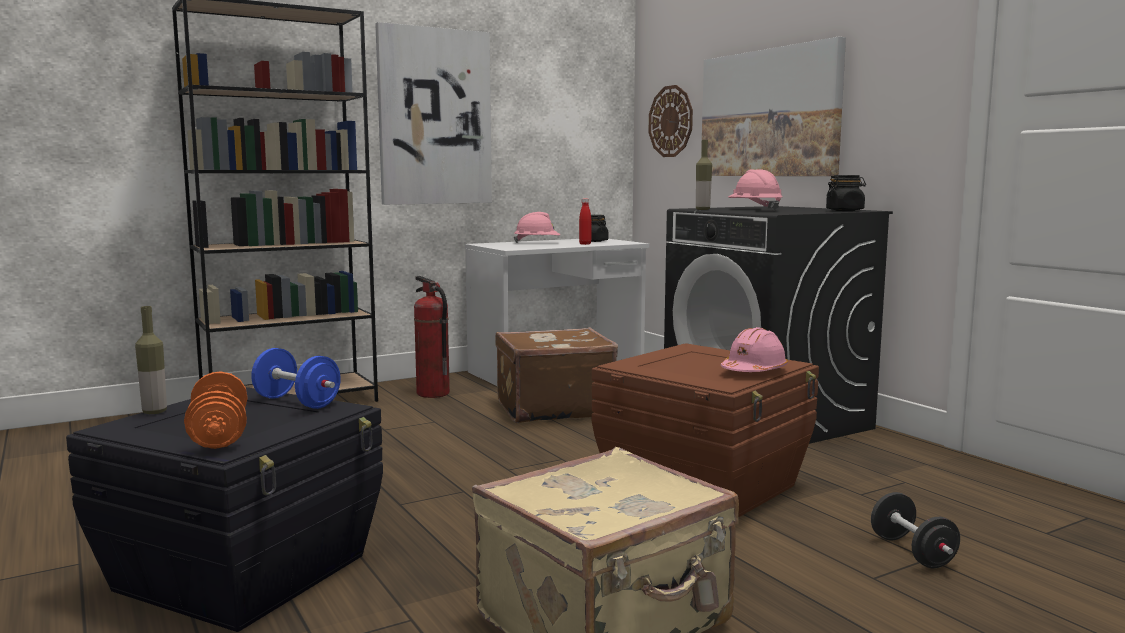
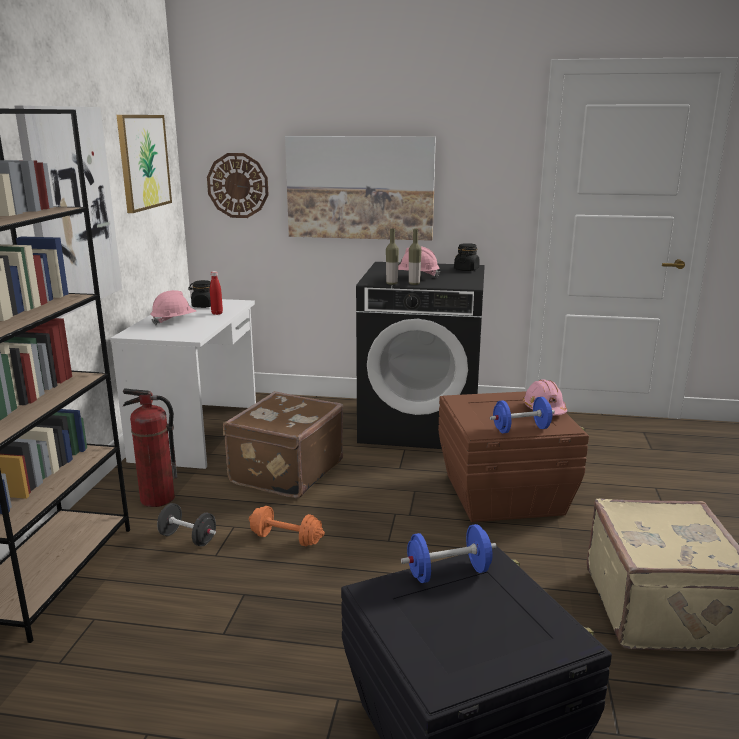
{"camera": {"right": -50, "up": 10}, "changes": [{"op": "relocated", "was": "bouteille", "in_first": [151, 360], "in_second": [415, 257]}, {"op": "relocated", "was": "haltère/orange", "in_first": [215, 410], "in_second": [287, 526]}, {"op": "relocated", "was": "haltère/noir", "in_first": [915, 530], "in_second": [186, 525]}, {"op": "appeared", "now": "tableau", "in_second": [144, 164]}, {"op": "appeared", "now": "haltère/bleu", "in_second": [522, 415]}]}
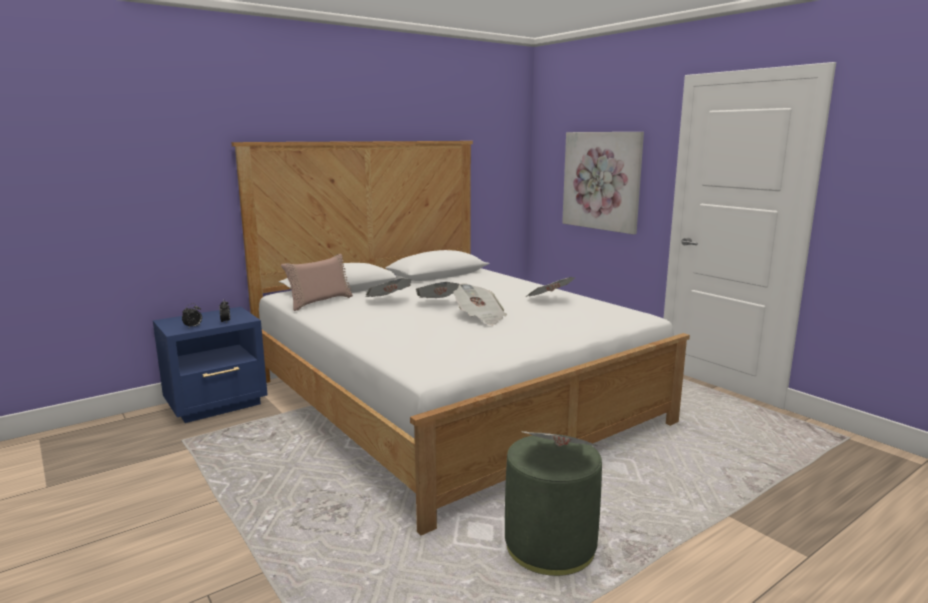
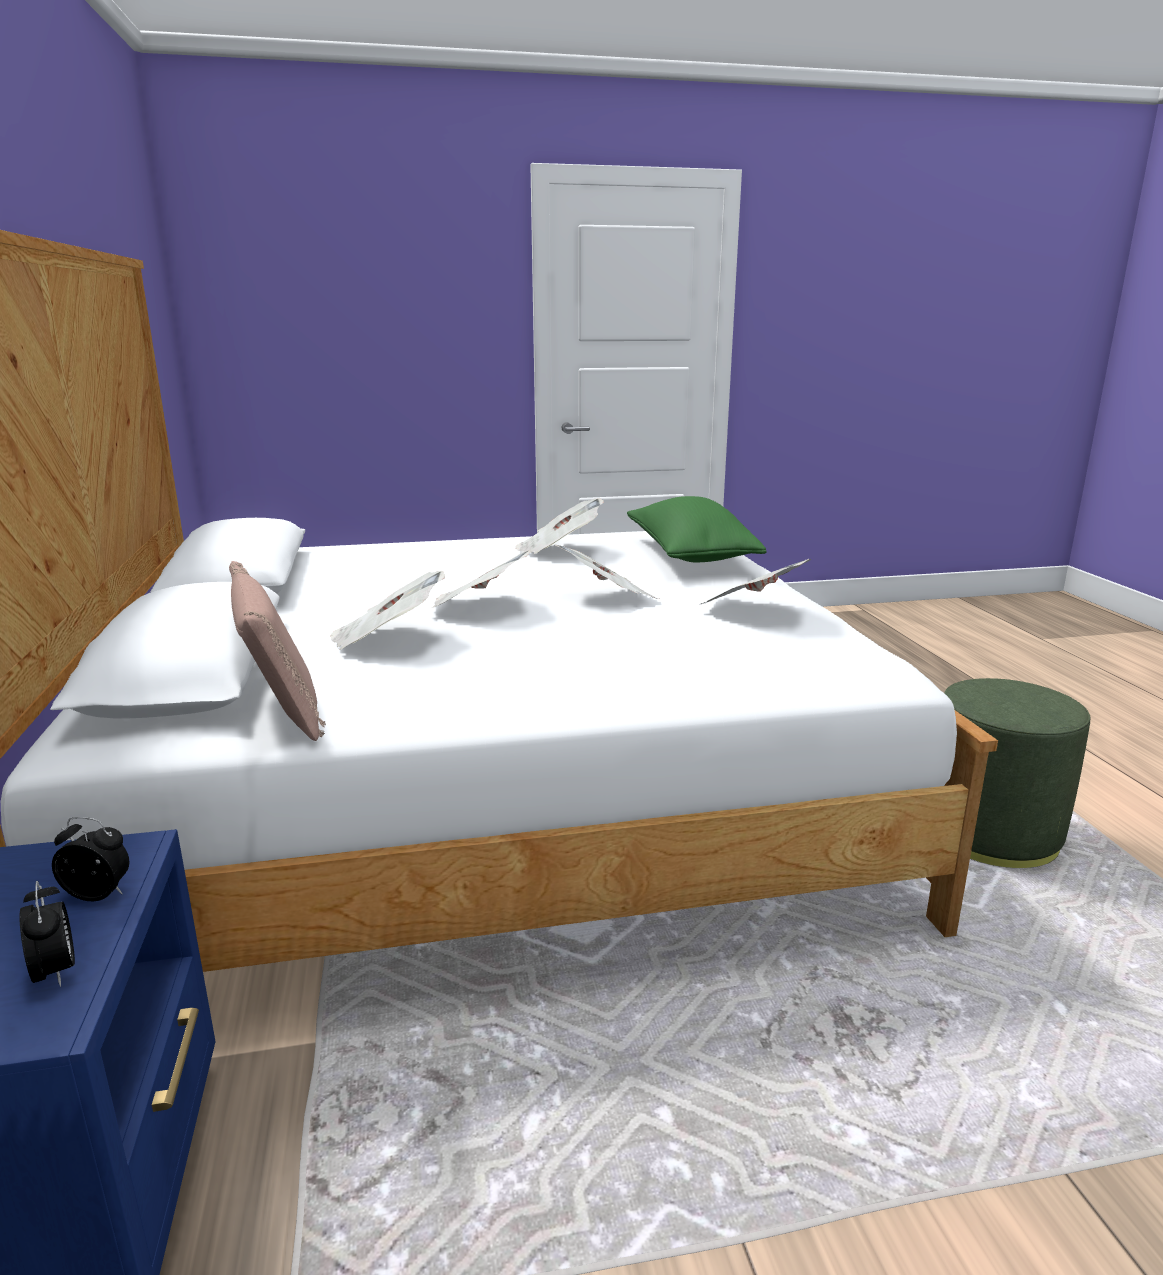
{"camera": {"right": -65, "up": 5}, "changes": [{"op": "missing", "was": "tableau", "in_first": [603, 183]}, {"op": "relocated", "was": "journal", "in_first": [559, 438], "in_second": [756, 581]}, {"op": "appeared", "now": "coussin/vert", "in_second": [697, 529]}]}
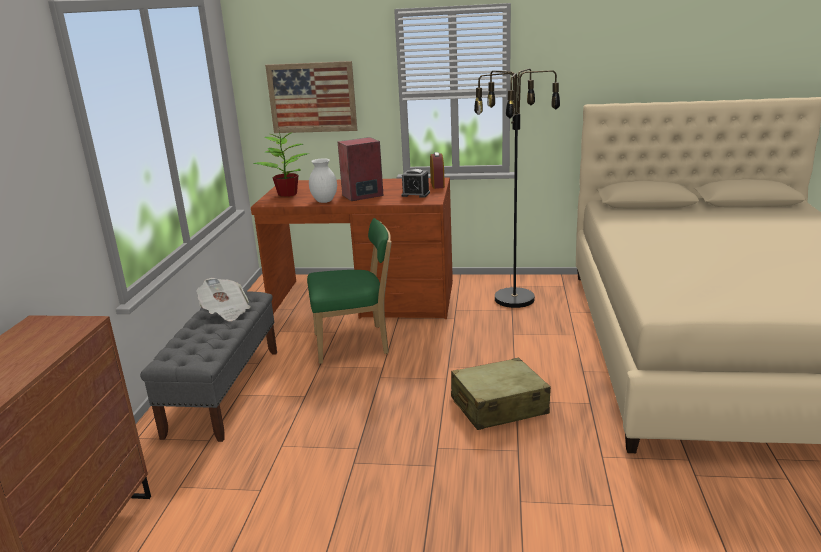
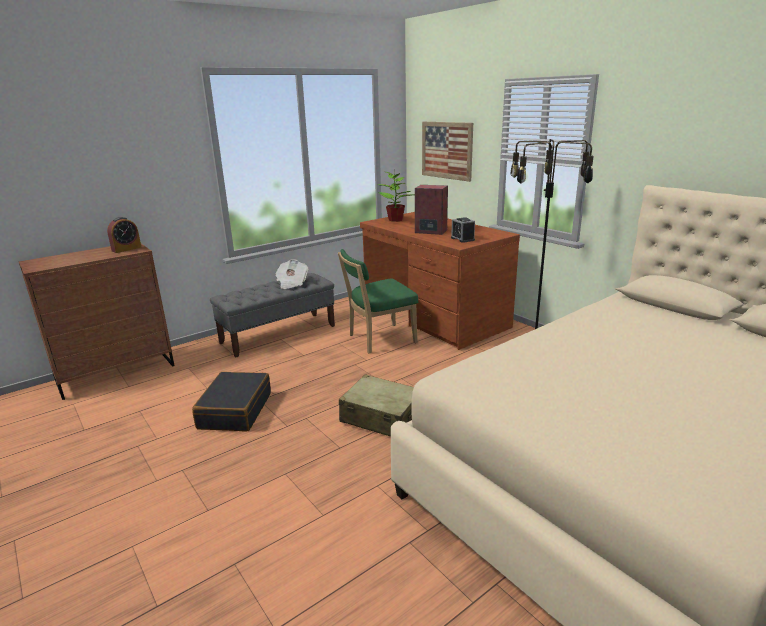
{"camera": {"right": 45, "up": 0}, "changes": [{"op": "relocated", "was": "réveil", "in_first": [437, 170], "in_second": [124, 235]}, {"op": "missing", "was": "vase/blanc", "in_first": [323, 180]}, {"op": "spun", "was": "chaise/vert", "in_first": [349, 291], "in_second": [378, 301], "clockwise": 120}, {"op": "appeared", "now": "valise/noir", "in_second": [231, 401]}]}
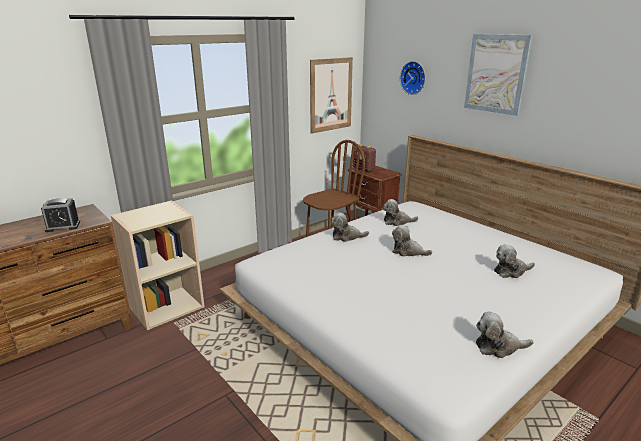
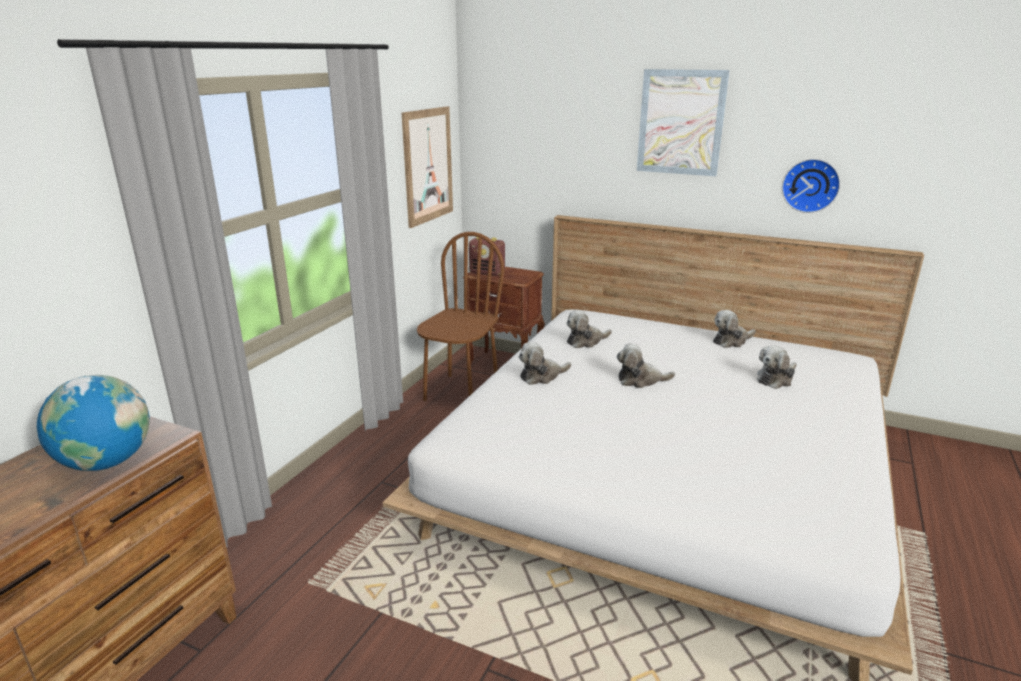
{"camera": {"right": -25, "up": 0}, "changes": [{"op": "relocated", "was": "horloge murale", "in_first": [413, 78], "in_second": [811, 186]}, {"op": "exchanged", "was": "réveil", "now": "globe", "in_first": [60, 215], "in_second": [93, 423]}, {"op": "missing", "was": "bibliothèque/beige", "in_first": [158, 265]}, {"op": "relocated", "was": "peluche", "in_first": [504, 335], "in_second": [734, 329]}]}
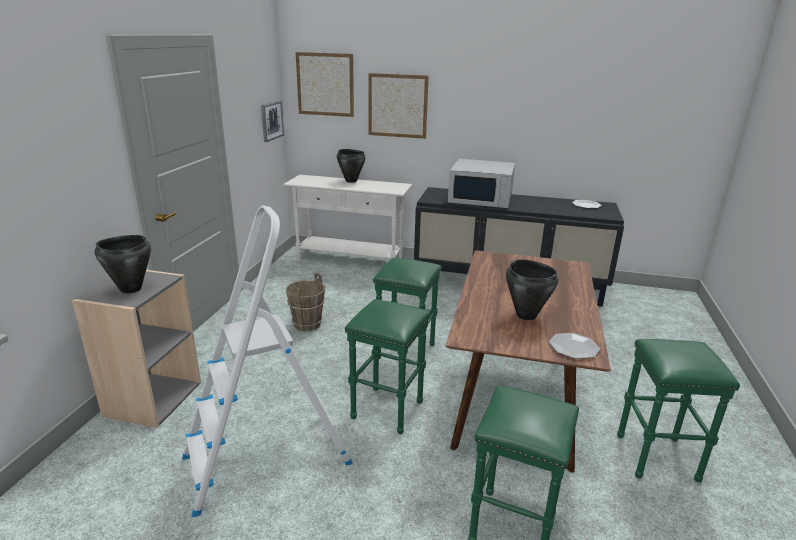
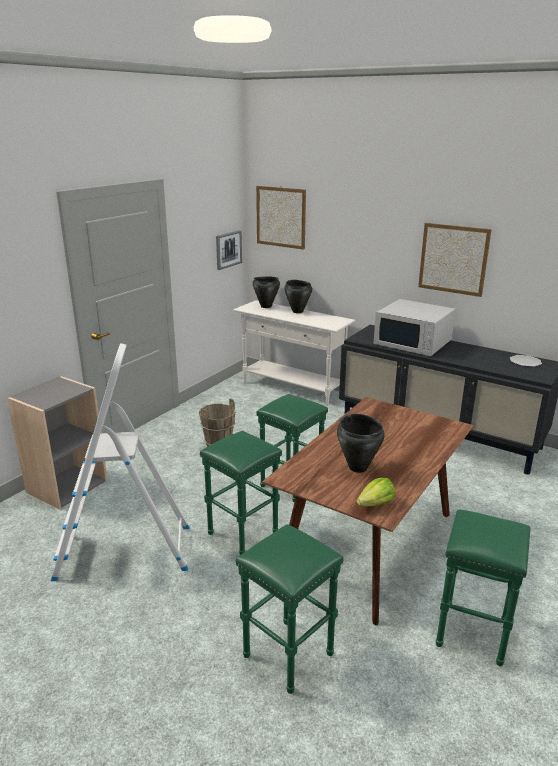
{"camera": {"right": 20, "up": 0}, "changes": [{"op": "relocated", "was": "tableau", "in_first": [399, 106], "in_second": [455, 260]}, {"op": "relocated", "was": "marmite/noir", "in_first": [122, 264], "in_second": [266, 292]}, {"op": "exchanged", "was": "assiette", "now": "laitue", "in_first": [574, 346], "in_second": [375, 492]}]}
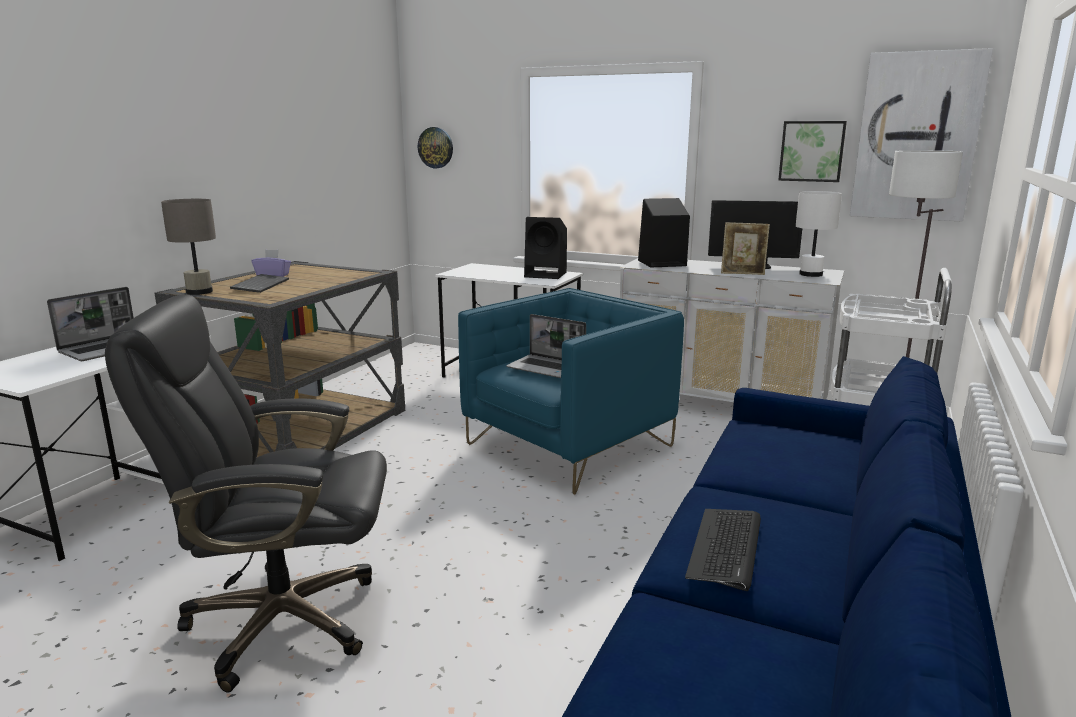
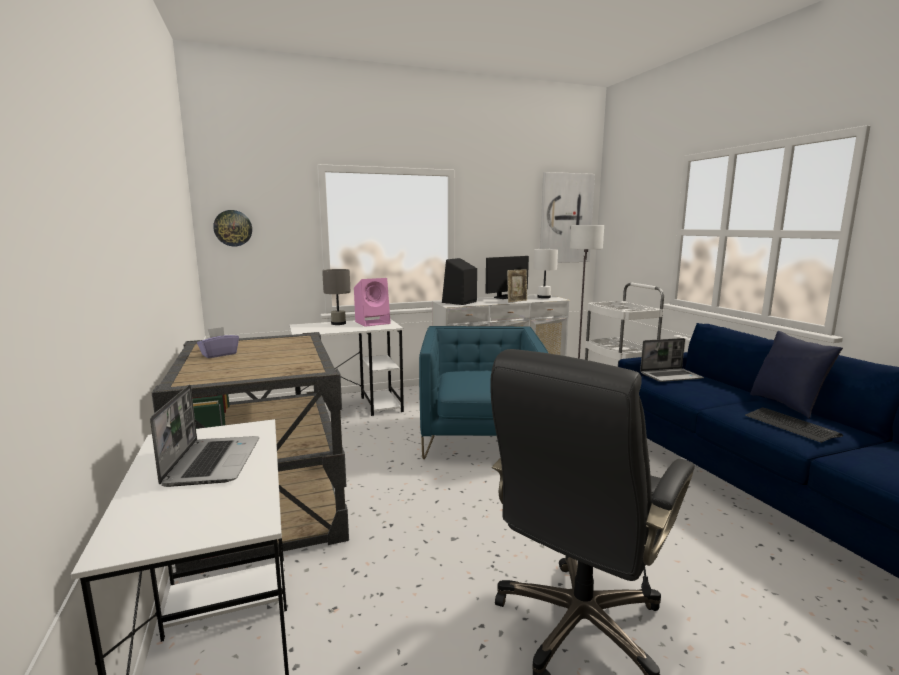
{"camera": {"right": -45, "up": -5}, "changes": [{"op": "missing", "was": "tableau", "in_first": [812, 151]}, {"op": "relocated", "was": "lampe de table/gris", "in_first": [188, 247], "in_second": [336, 297]}, {"op": "colour", "was": "enceinte/noir", "now": "enceinte/rose", "in_first": [545, 248], "in_second": [372, 302]}, {"op": "missing", "was": "clavier", "in_first": [259, 283]}, {"op": "relocated", "was": "ordinateur portable", "in_first": [546, 346], "in_second": [672, 360]}, {"op": "appeared", "now": "coussin/bleu", "in_second": [796, 375]}]}
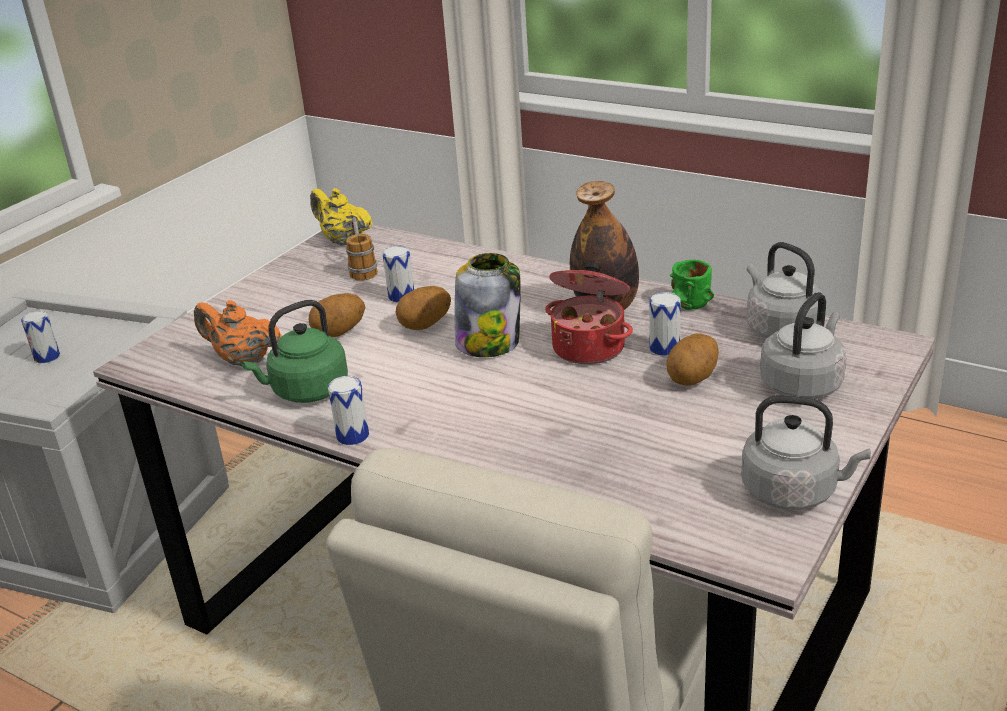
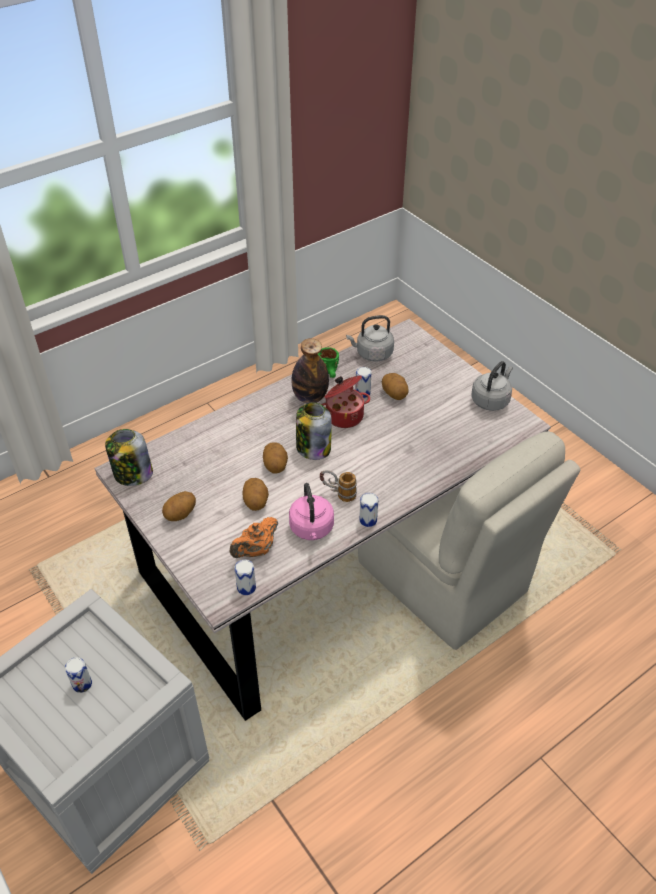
{"camera": {"right": -70, "up": 15}, "changes": [{"op": "exchanged", "was": "théière/jaune", "now": "bocal", "in_first": [341, 217], "in_second": [129, 457]}, {"op": "relocated", "was": "mug", "in_first": [362, 249], "in_second": [338, 486]}, {"op": "relocated", "was": "boîte métallique", "in_first": [398, 274], "in_second": [245, 577]}, {"op": "missing", "was": "bouilloire/gris", "in_first": [803, 345]}, {"op": "colour", "was": "bouilloire/vert", "now": "bouilloire/rose", "in_first": [295, 351], "in_second": [311, 511]}, {"op": "appeared", "now": "pomme de terre", "in_second": [179, 506]}]}
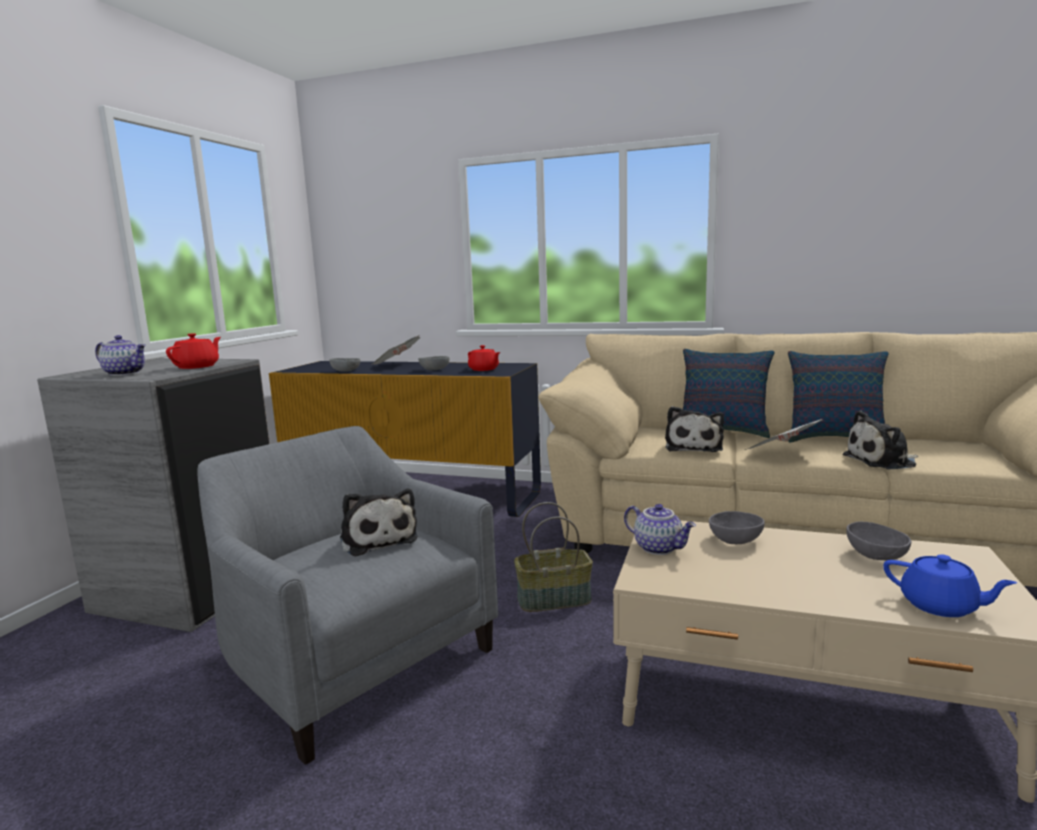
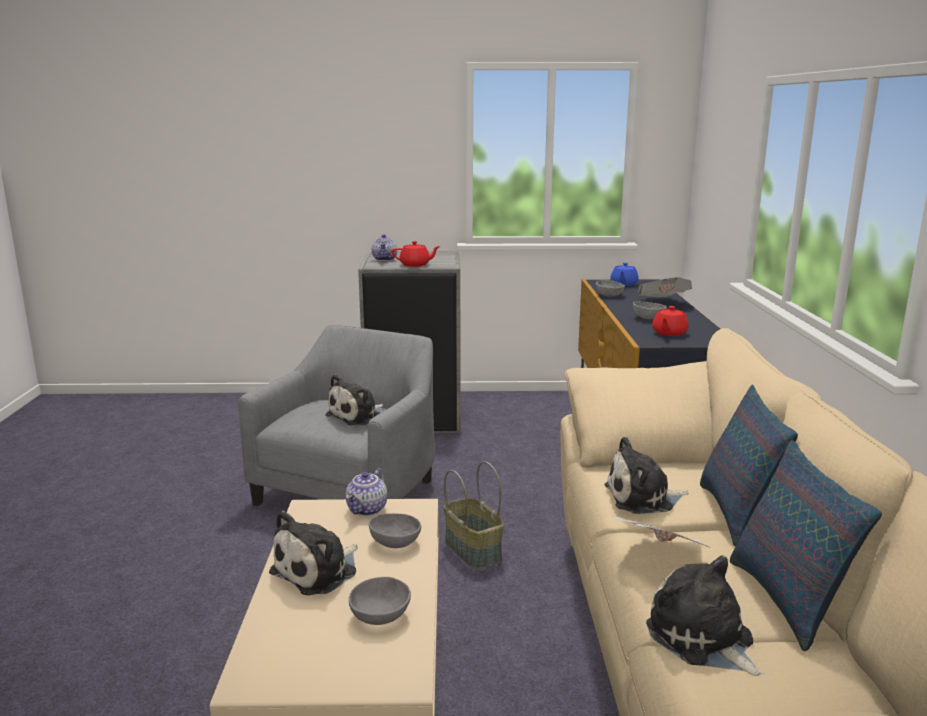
{"camera": {"right": 70, "up": 5}, "changes": [{"op": "relocated", "was": "théière/bleu", "in_first": [950, 585], "in_second": [624, 274]}, {"op": "appeared", "now": "peluche", "in_second": [313, 553]}]}
